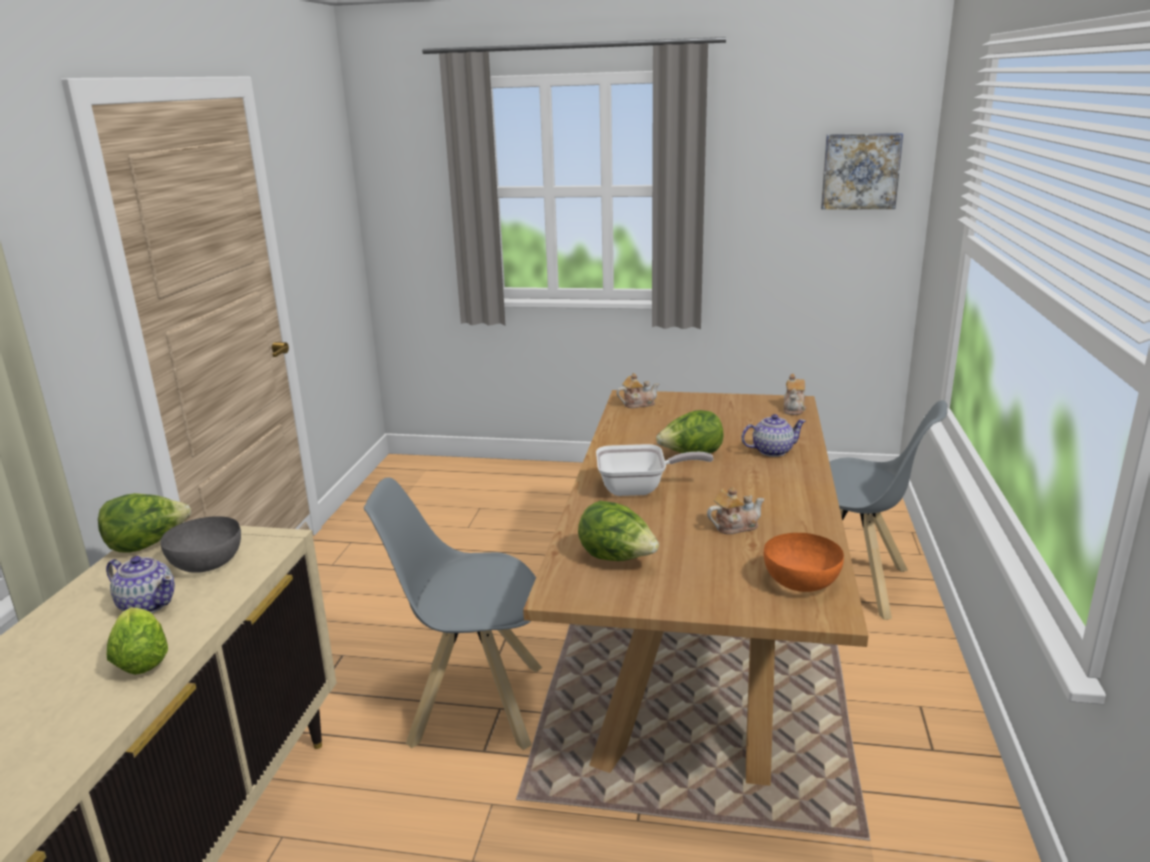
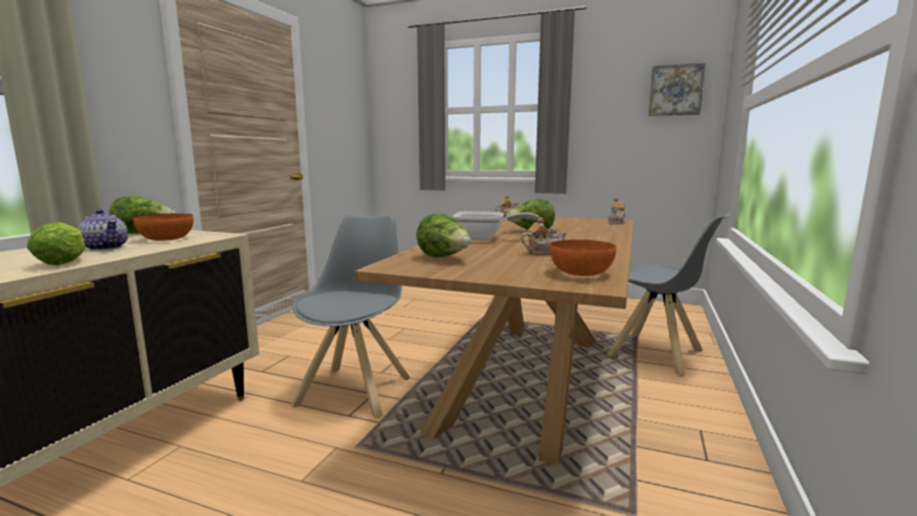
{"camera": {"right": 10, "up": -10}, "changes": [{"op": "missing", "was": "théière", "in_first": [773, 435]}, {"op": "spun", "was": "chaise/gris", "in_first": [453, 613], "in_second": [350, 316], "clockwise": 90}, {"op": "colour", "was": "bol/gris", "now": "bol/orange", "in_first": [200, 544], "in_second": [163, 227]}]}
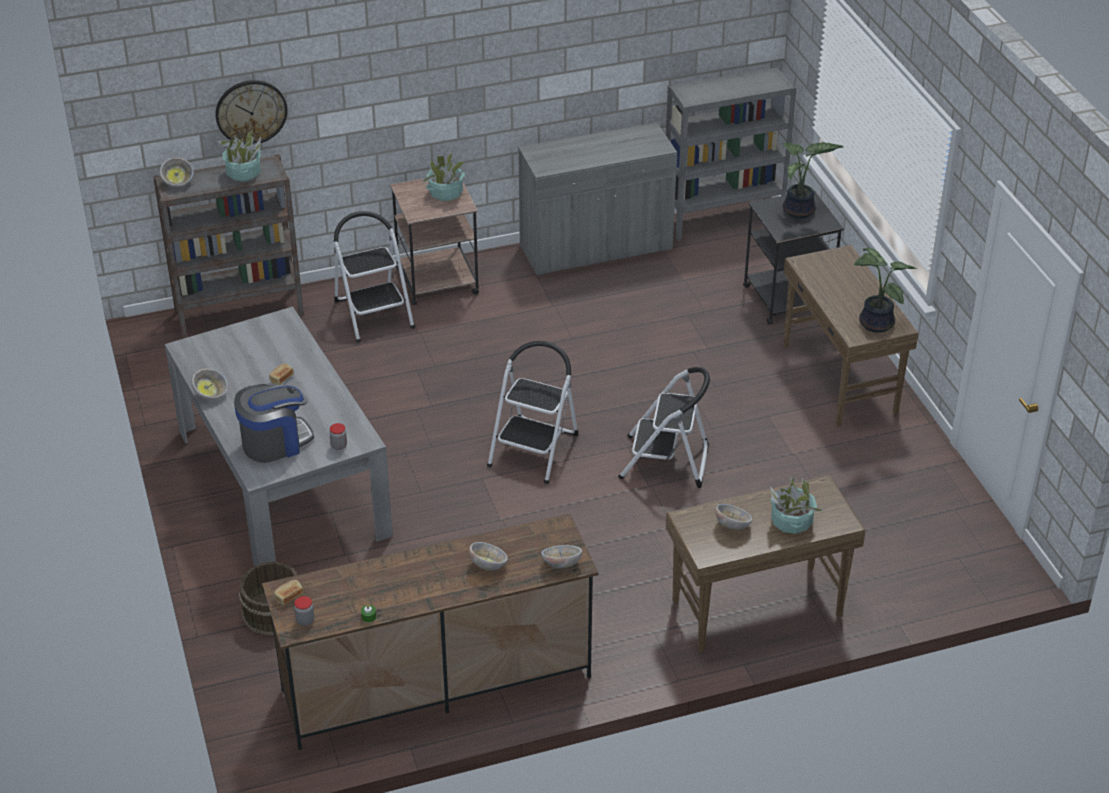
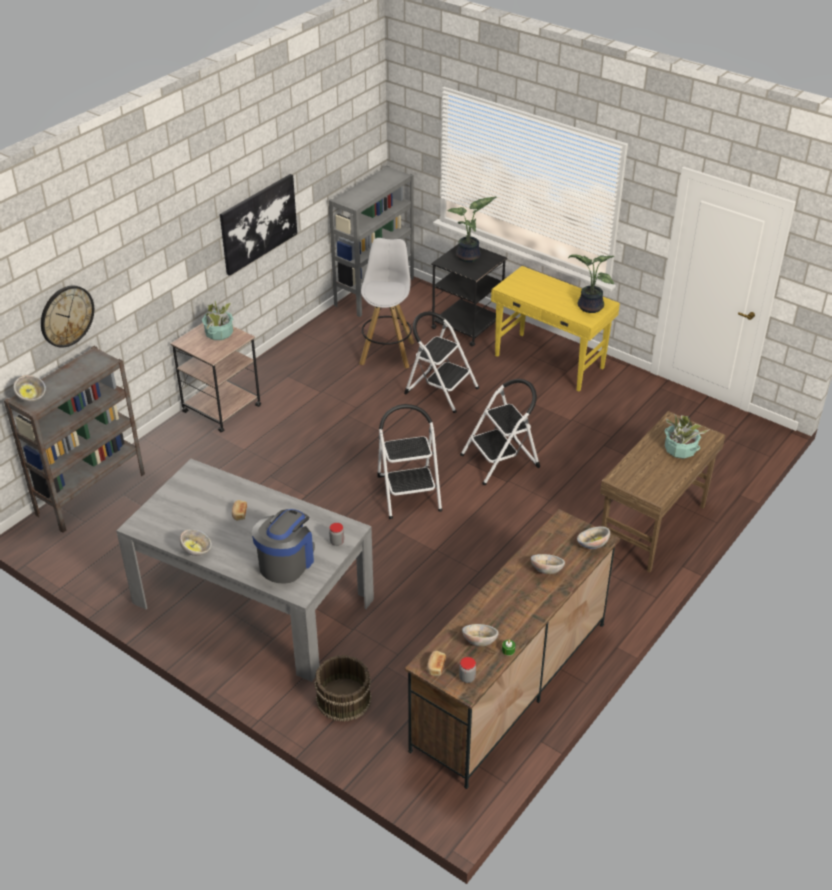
{"camera": {"right": -35, "up": 0}, "changes": [{"op": "missing", "was": "meuble de rangement/gris", "in_first": [597, 199]}, {"op": "missing", "was": "plante en pot", "in_first": [239, 155]}, {"op": "relocated", "was": "escabeau", "in_first": [374, 277], "in_second": [441, 362]}, {"op": "colour", "was": "table console/marron", "now": "table console/jaune", "in_first": [850, 336], "in_second": [555, 329]}, {"op": "relocated", "was": "bol", "in_first": [733, 517], "in_second": [480, 635]}, {"op": "appeared", "now": "tableau", "in_second": [258, 225]}, {"op": "appeared", "now": "tabouret/blanc", "in_second": [387, 303]}]}
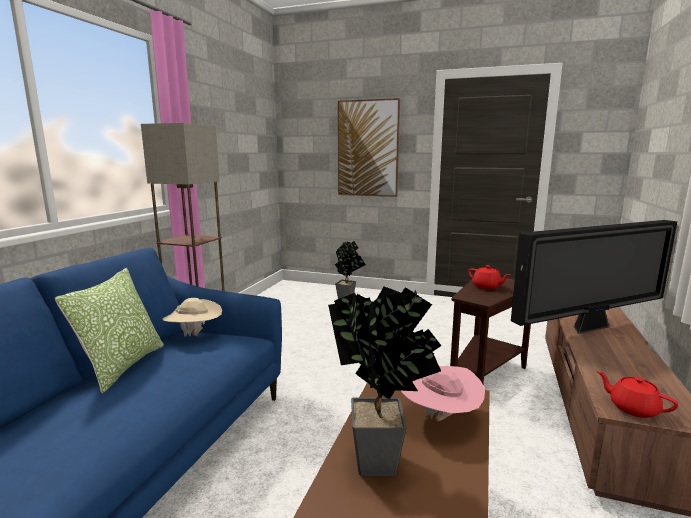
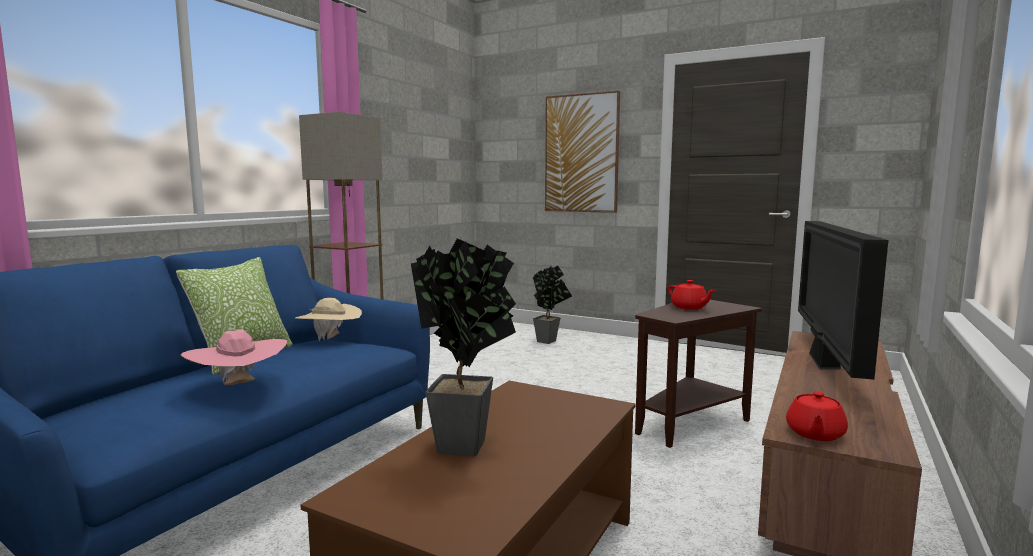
{"camera": {"right": 10, "up": -5}, "changes": [{"op": "spun", "was": "téléviseur", "in_first": [594, 277], "in_second": [843, 300], "clockwise": 120}, {"op": "relocated", "was": "chapeau/rose", "in_first": [443, 393], "in_second": [234, 357]}, {"op": "spun", "was": "théière/rouge", "in_first": [637, 394], "in_second": [817, 416], "clockwise": -120}]}
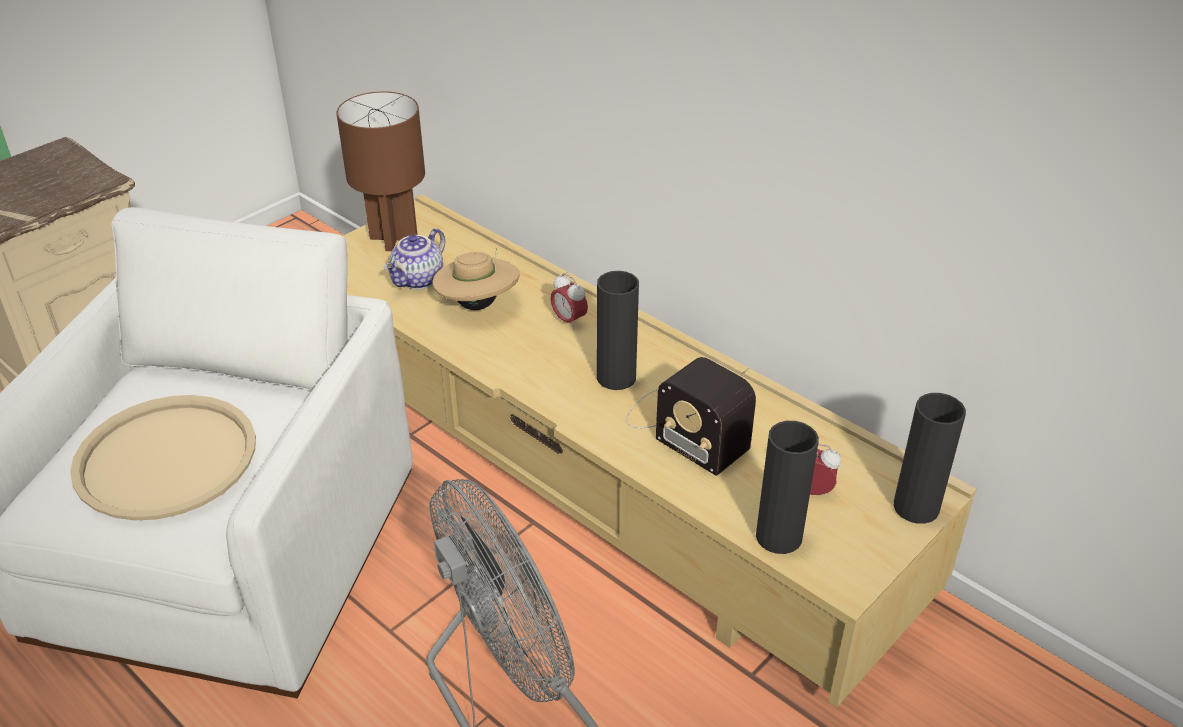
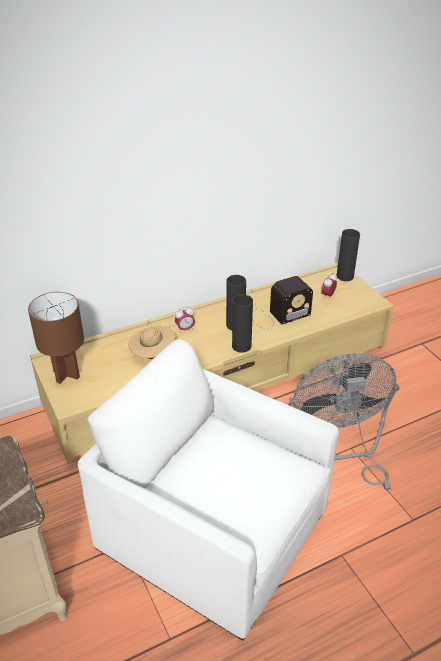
{"camera": {"right": -70, "up": 0}, "changes": [{"op": "missing", "was": "théière", "in_first": [414, 258]}, {"op": "missing", "was": "plateau/beige", "in_first": [163, 458]}, {"op": "relocated", "was": "vase/noir", "in_first": [787, 487], "in_second": [242, 324]}]}
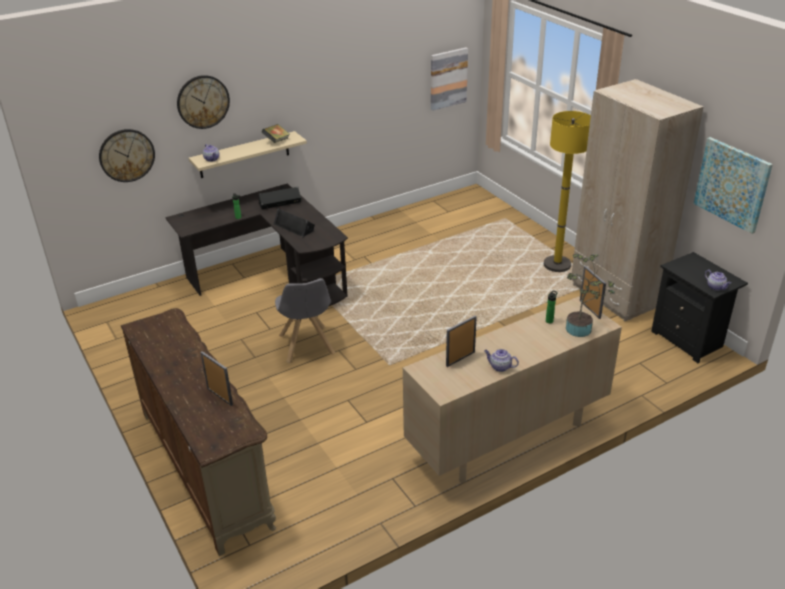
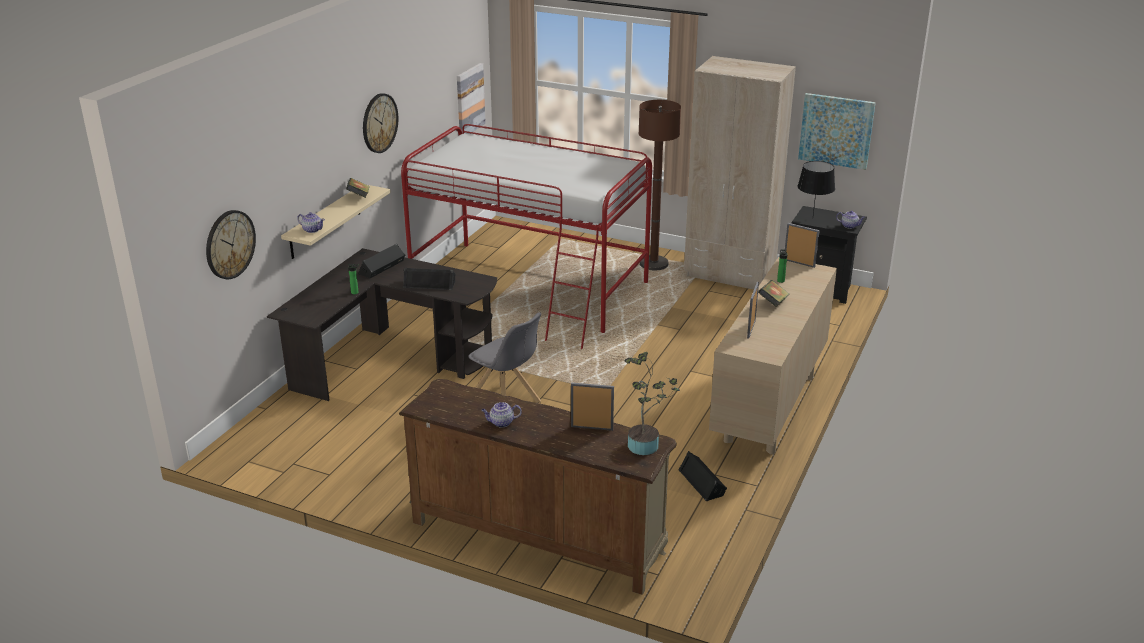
{"camera": {"right": -35, "up": -5}, "changes": [{"op": "relocated", "was": "horloge murale", "in_first": [203, 102], "in_second": [380, 123]}, {"op": "colour", "was": "lampadaire/jaune", "now": "lampadaire/marron", "in_first": [567, 191], "in_second": [659, 185]}, {"op": "relocated", "was": "plante en pot", "in_first": [590, 295], "in_second": [652, 403]}, {"op": "relocated", "was": "théière", "in_first": [501, 360], "in_second": [501, 415]}, {"op": "appeared", "now": "lit/rouge", "in_second": [526, 236]}, {"op": "appeared", "now": "lampe de table/noir", "in_second": [816, 188]}, {"op": "appeared", "now": "livre", "in_second": [773, 293]}, {"op": "appeared", "now": "enceinte/noir", "in_second": [702, 476]}]}
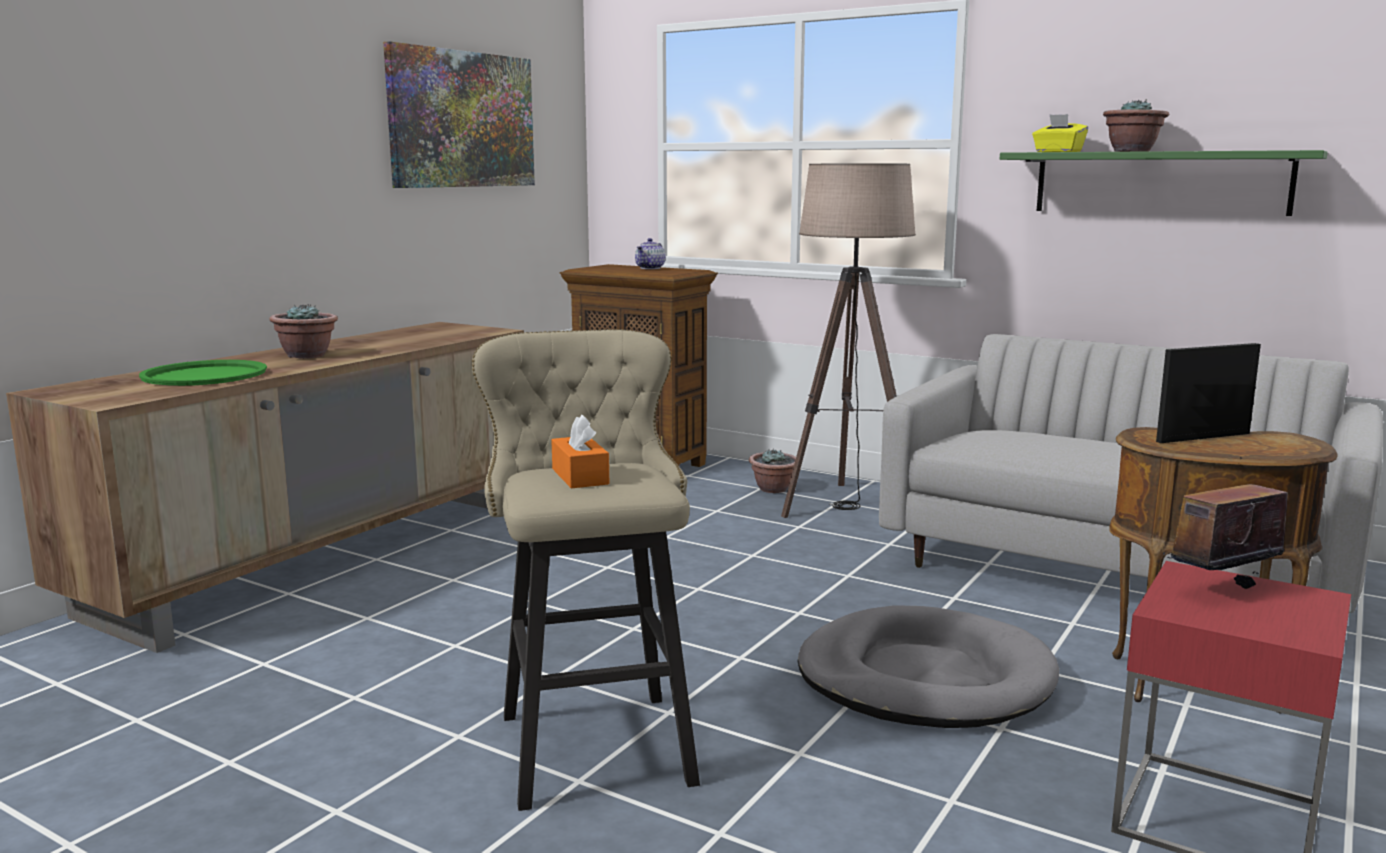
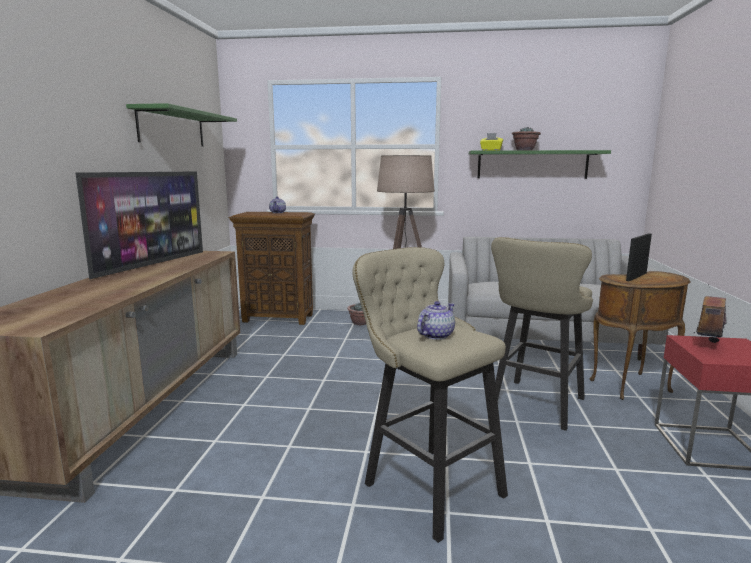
{"camera": {"right": -25, "up": 0}, "changes": [{"op": "exchanged", "was": "tableau", "now": "étagère/vert", "in_first": [459, 114], "in_second": [181, 125]}, {"op": "missing", "was": "plante en pot", "in_first": [303, 331]}, {"op": "missing", "was": "plateau/vert", "in_first": [203, 373]}, {"op": "exchanged", "was": "boîte à mouchoirs/orange", "now": "théière", "in_first": [580, 451], "in_second": [436, 320]}, {"op": "exchanged", "was": "panier pour chien/gris", "now": "tabouret/beige", "in_first": [928, 666], "in_second": [542, 334]}, {"op": "appeared", "now": "téléviseur", "in_second": [139, 225]}]}
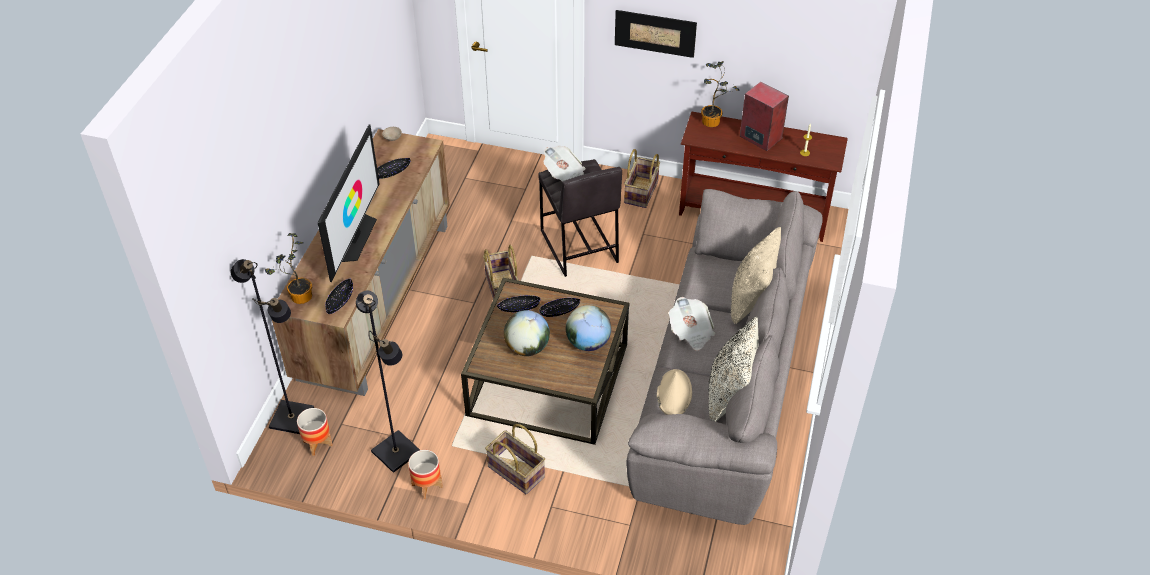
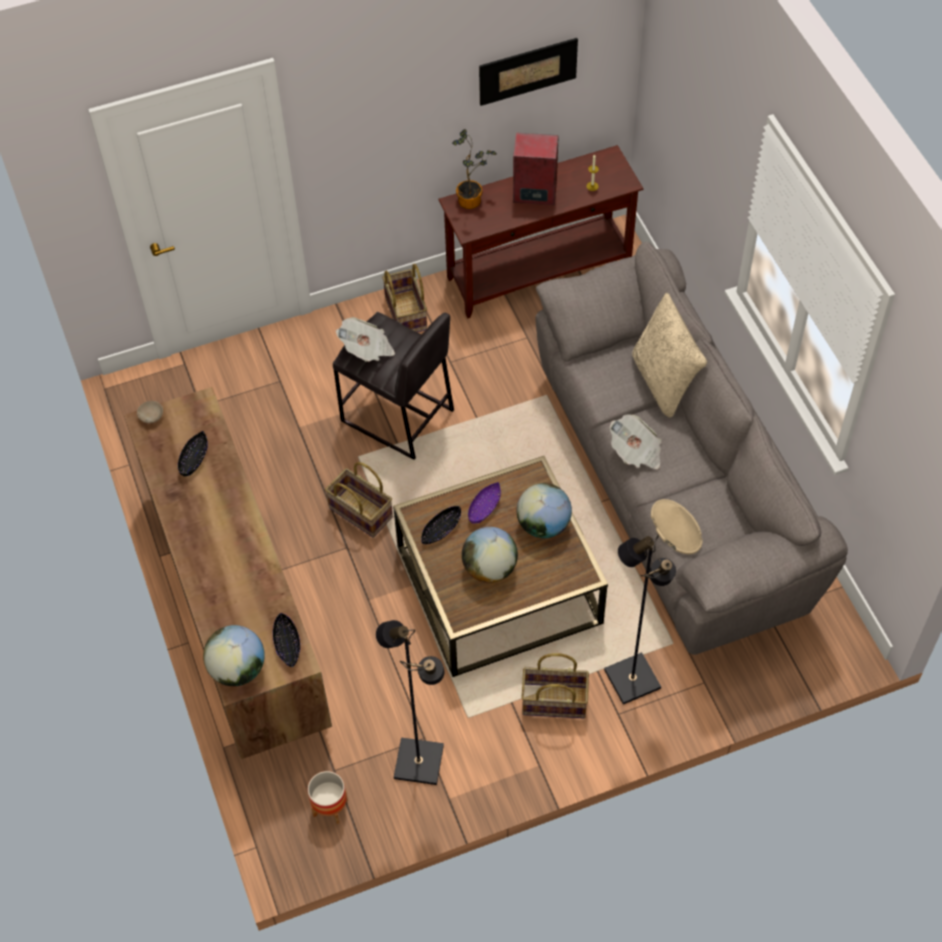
{"camera": {"right": -35, "up": 10}, "changes": [{"op": "relocated", "was": "tableau", "in_first": [656, 34], "in_second": [528, 72]}, {"op": "missing", "was": "téléviseur", "in_first": [348, 203]}, {"op": "exchanged", "was": "plante en pot", "now": "globe", "in_first": [288, 268], "in_second": [234, 655]}, {"op": "relocated", "was": "lampadaire/noir", "in_first": [272, 346], "in_second": [640, 619]}, {"op": "colour", "was": "bol/noir", "now": "bol/violet", "in_first": [559, 307], "in_second": [484, 503]}, {"op": "missing", "was": "coussin/beige", "in_first": [733, 369]}, {"op": "missing", "was": "cache-pot", "in_first": [425, 474]}]}
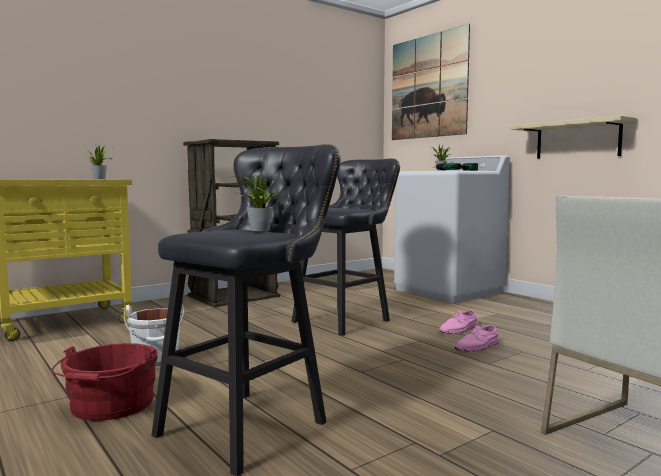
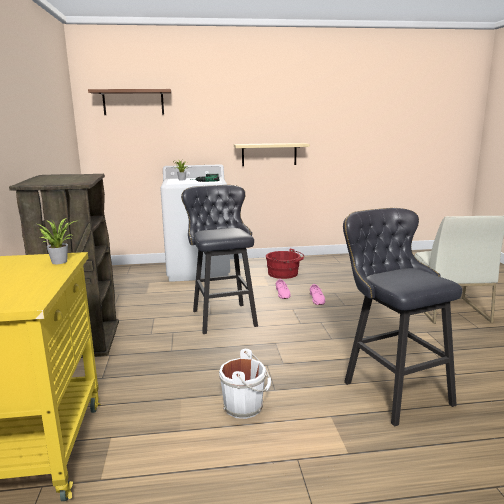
{"camera": {"right": -60, "up": 10}, "changes": [{"op": "exchanged", "was": "tableau", "now": "étagère/marron", "in_first": [431, 82], "in_second": [130, 102]}, {"op": "missing", "was": "plante en pot", "in_first": [255, 202]}, {"op": "relocated", "was": "seau/rouge", "in_first": [104, 382], "in_second": [285, 264]}]}
